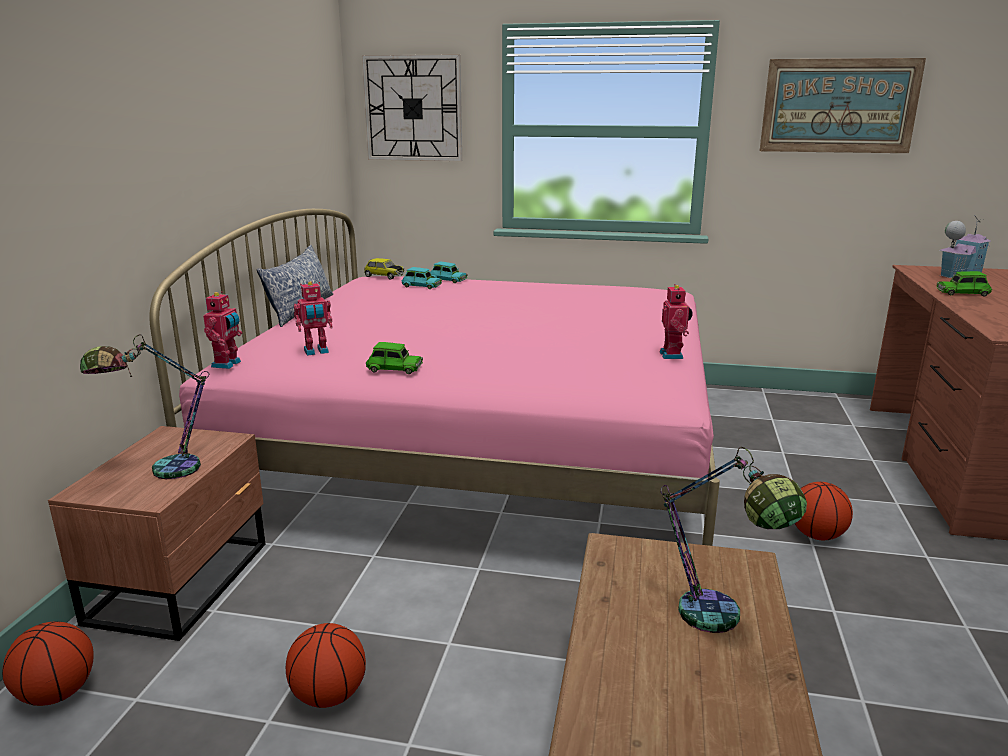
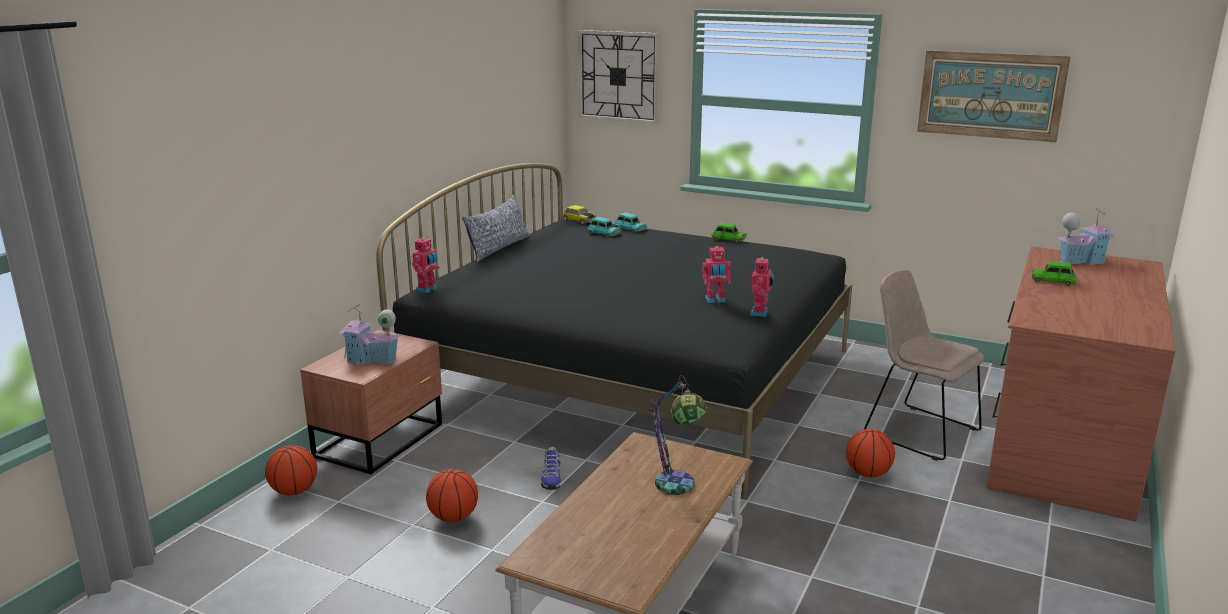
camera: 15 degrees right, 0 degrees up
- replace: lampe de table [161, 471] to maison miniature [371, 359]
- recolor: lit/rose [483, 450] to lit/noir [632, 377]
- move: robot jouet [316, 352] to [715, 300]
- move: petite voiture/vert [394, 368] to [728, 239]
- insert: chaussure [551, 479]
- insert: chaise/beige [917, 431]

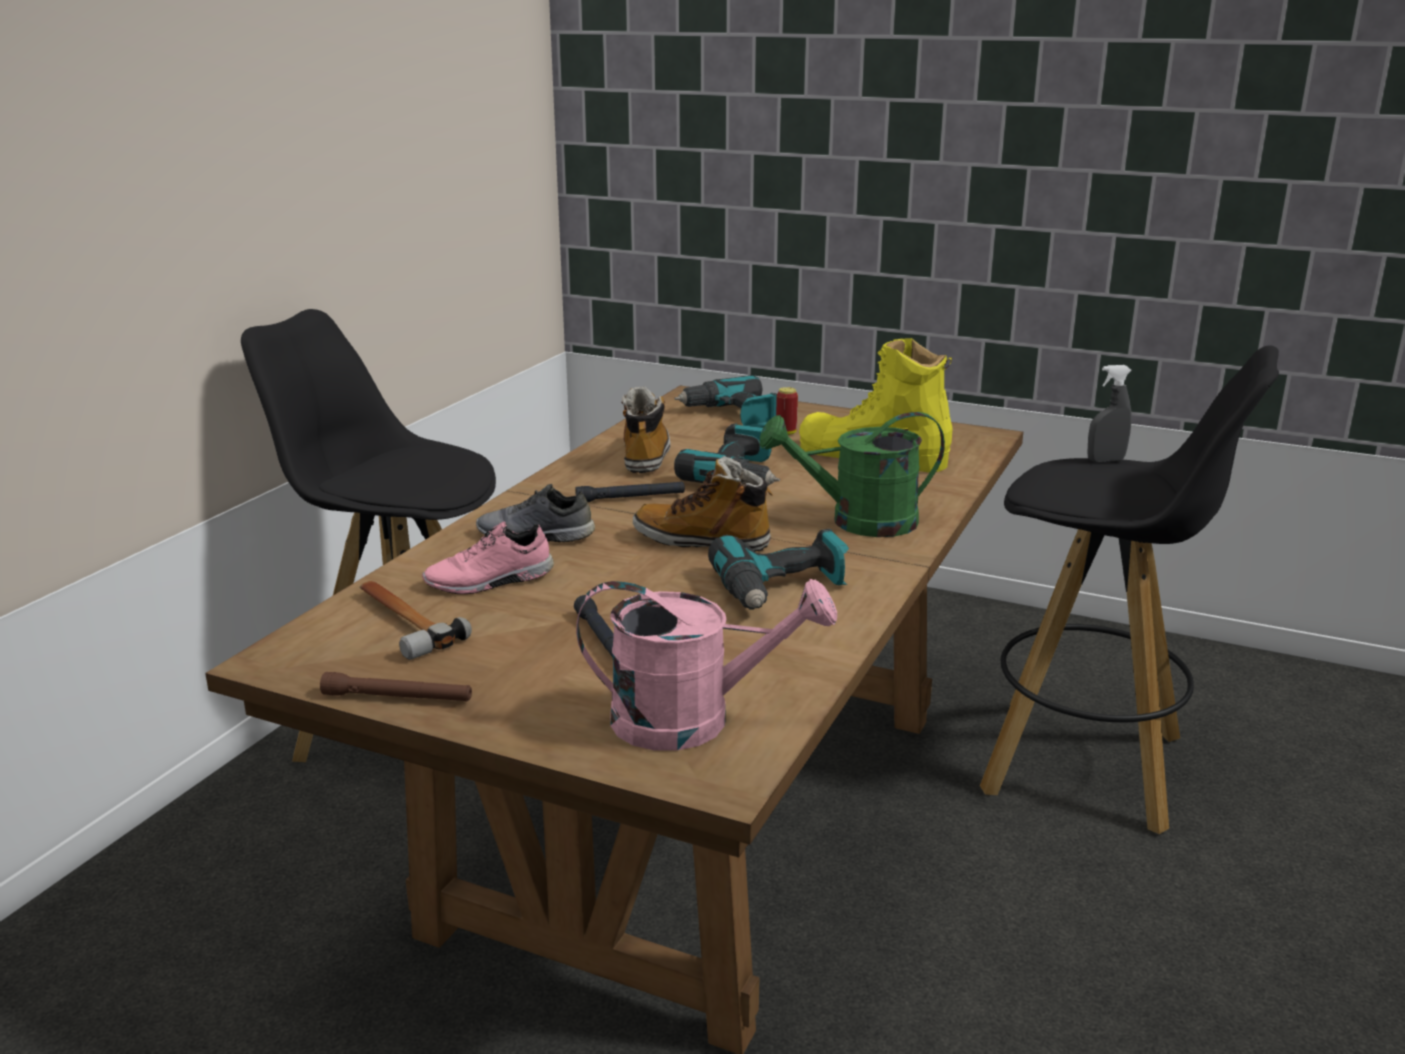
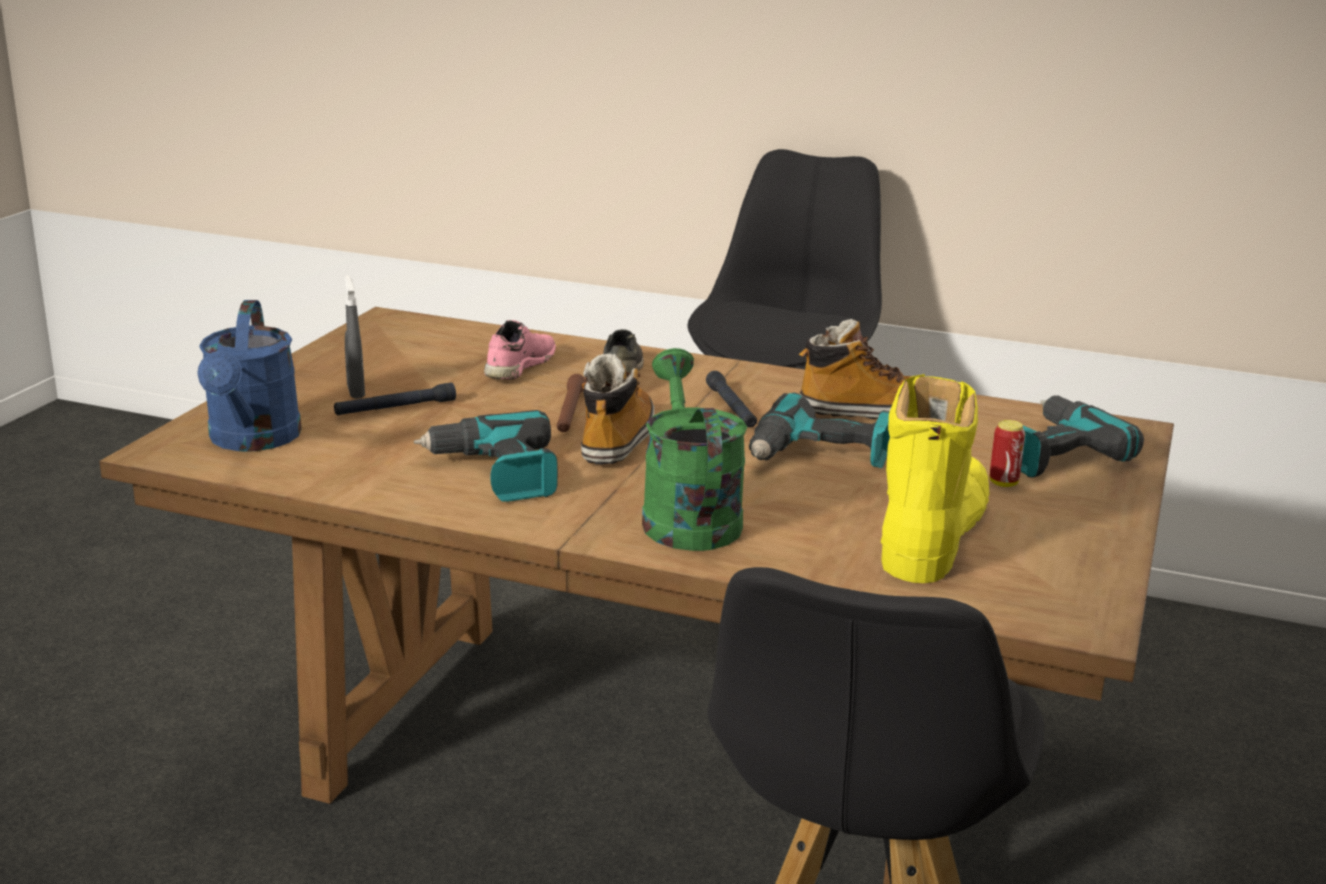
camera: 85 degrees right, 0 degrees up
- move: lampe de poche/marron [397, 698] to [570, 412]
- delete: marteau [402, 622]
- rotate: chaussure/rose [489, 582] = [518, 366] 45 degrees clockwise
- recolor: arrosoir/rose [693, 720] to arrosoir/bleu [252, 441]
- move: vaporisateur/gris [1105, 460] to [356, 392]

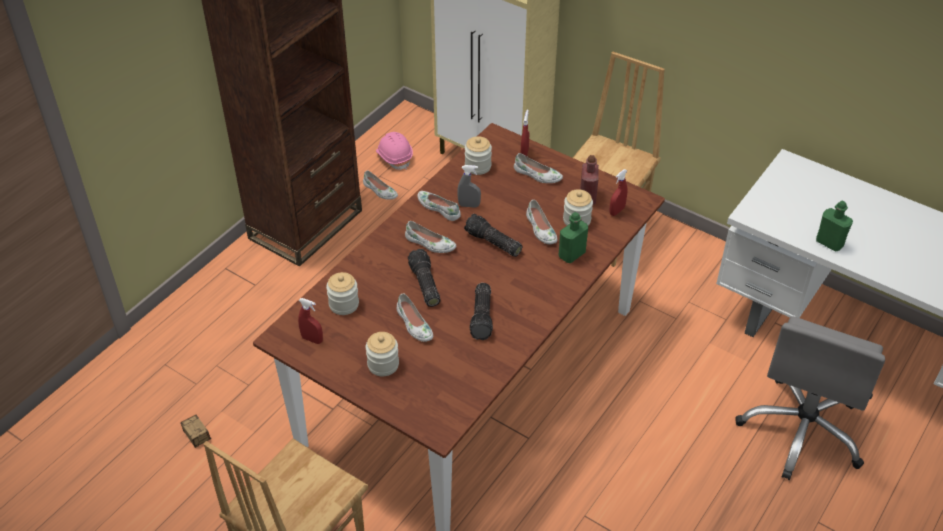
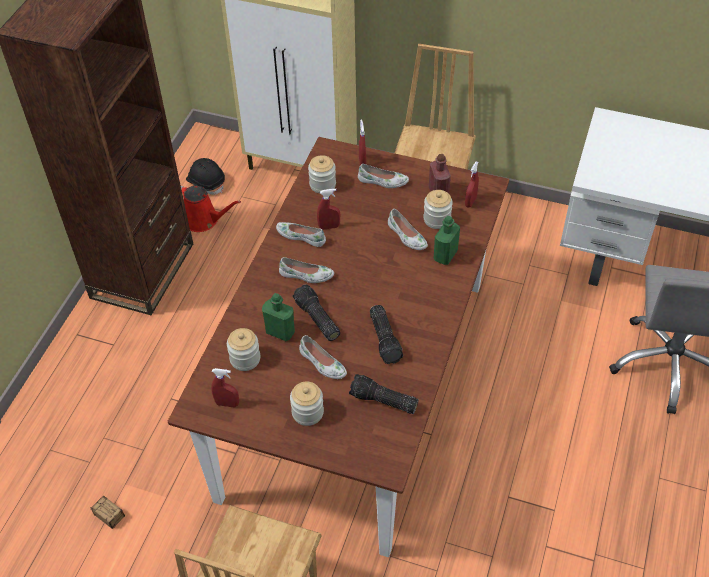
camera: 15 degrees left, 5 degrees up
- replace: chaussure/blanc [380, 191] to arrosoir/rouge [204, 220]
- recolor: casque de chantier/rose [394, 157] to casque de chantier/noir [206, 182]
- recolor: vaporisateur/gris [469, 205] to vaporisateur/rouge [329, 227]
- move: lampe de poche [492, 243] to [382, 401]
- move: bouteille/vert [829, 243] to [280, 332]

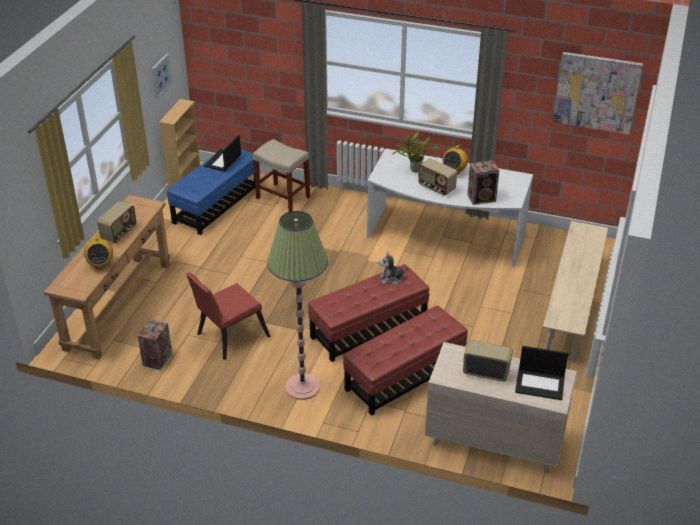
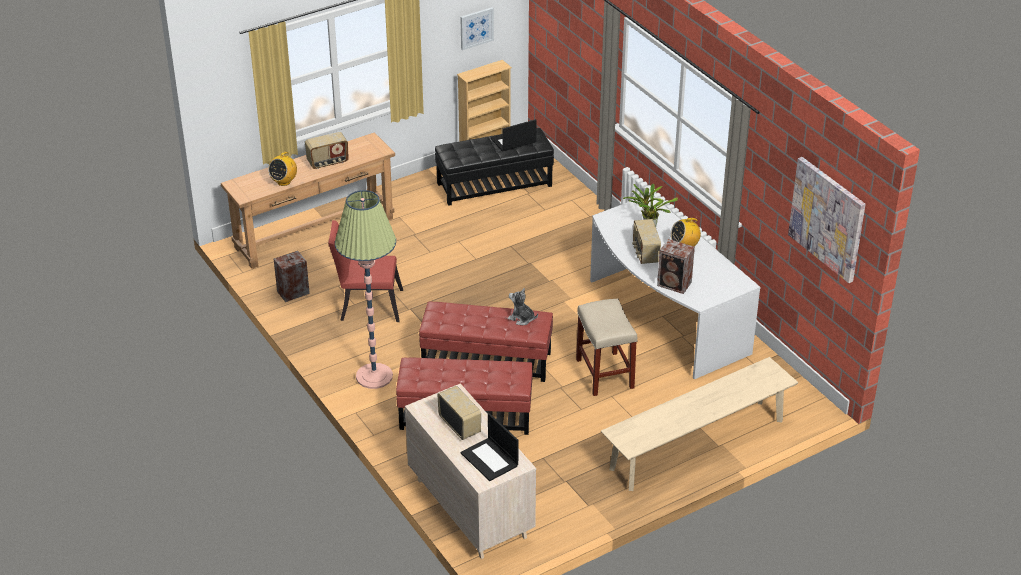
camera: 40 degrees right, 0 degrees up
- recolor: pouf/bleu [217, 205] to pouf/noir [494, 185]
- move: tabouret/beige [282, 197] to [604, 373]

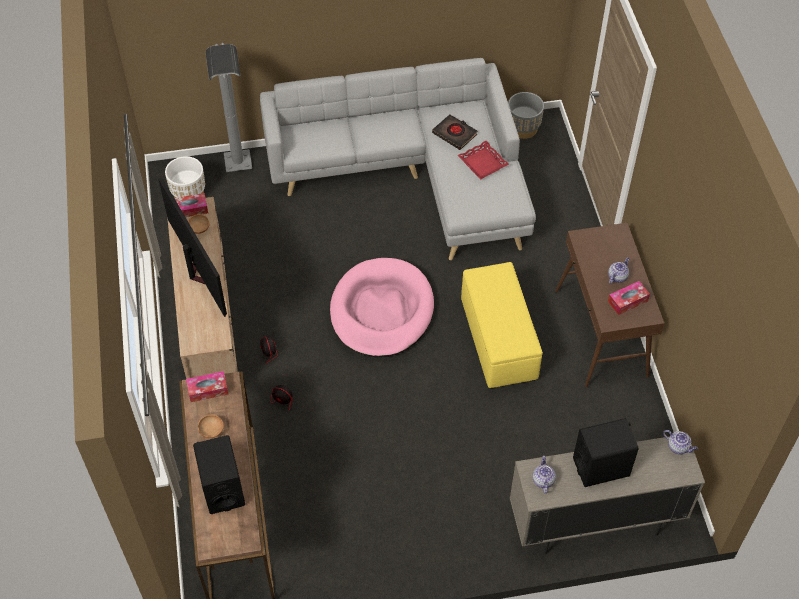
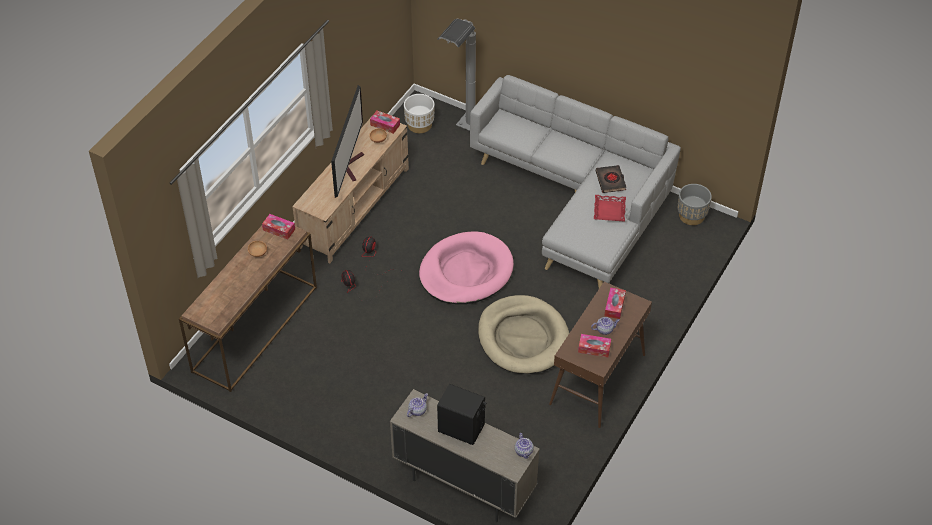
camera: 40 degrees right, 5 degrees down
- delete: enceinte/noir [222, 488]
- replace: pouf/jaune [498, 339] to panier pour chien/beige [523, 338]
- insert: boîte à mouchoirs [614, 306]

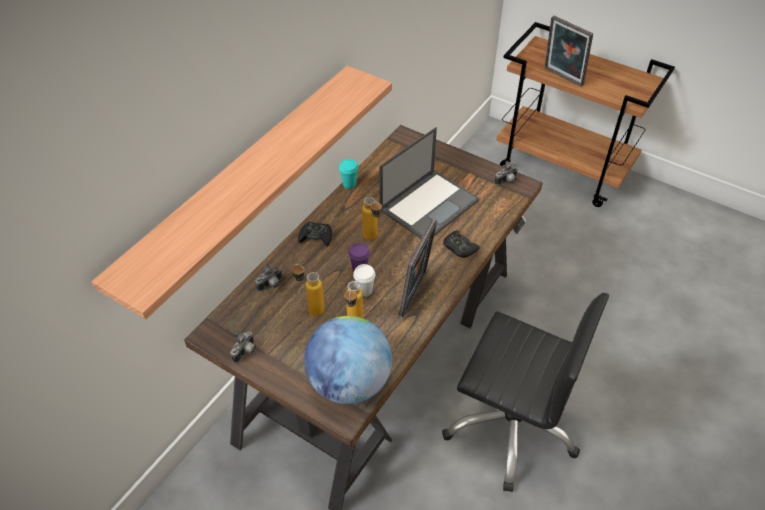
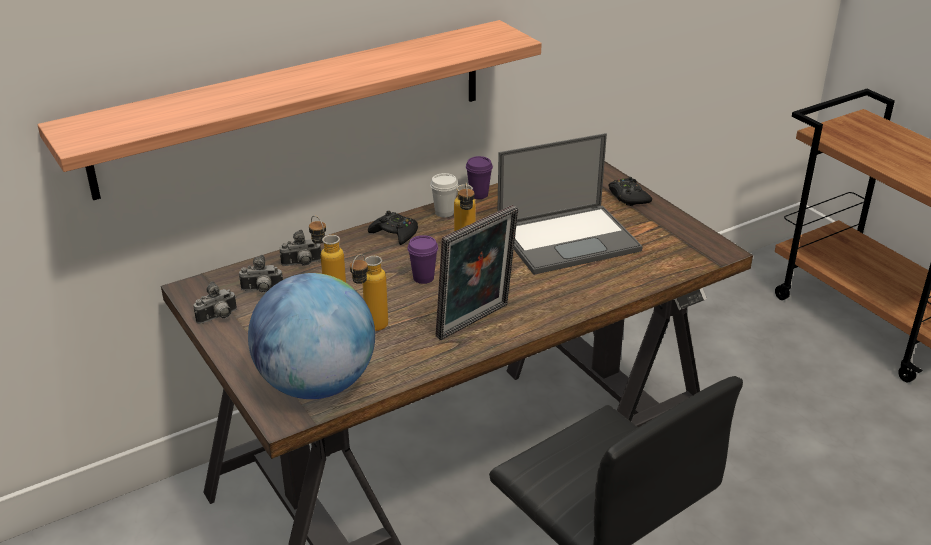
camera: 25 degrees right, 15 degrees down
- recolor: tasse/turquoise [349, 184] to tasse/violet [479, 194]
- move: tasse/blanc [364, 291] to [444, 212]
- move: manette/noir [459, 248] to [628, 197]
- move: appareil photo [506, 182] to [262, 290]
- delete: cadre photo [562, 77]

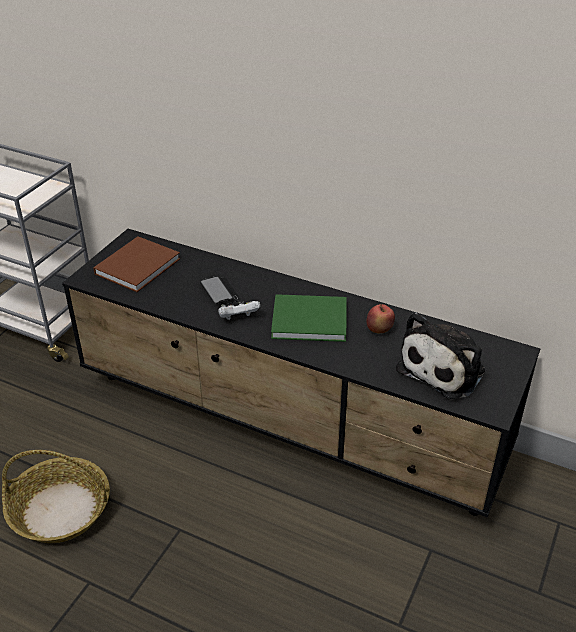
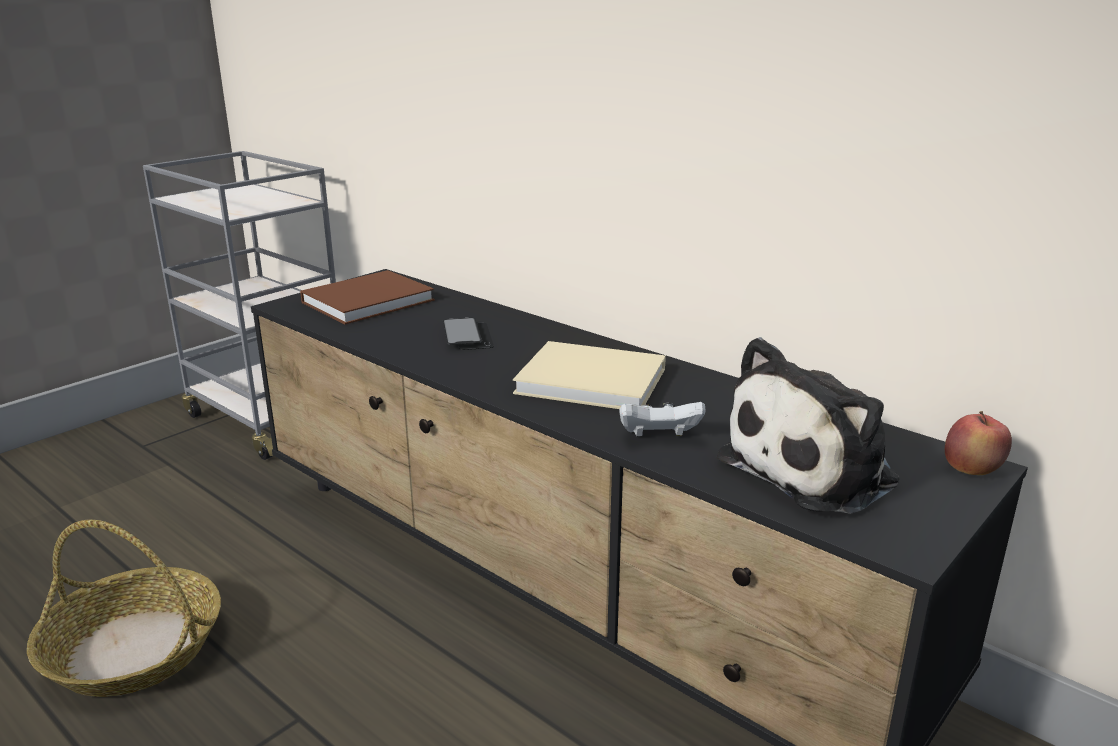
camera: 15 degrees right, 15 degrees down
- move: manette/blanc [238, 318] to [659, 437]
- recolor: livre/vert [312, 321] to livre/beige [595, 382]
- move: pomme [379, 330] to [971, 472]

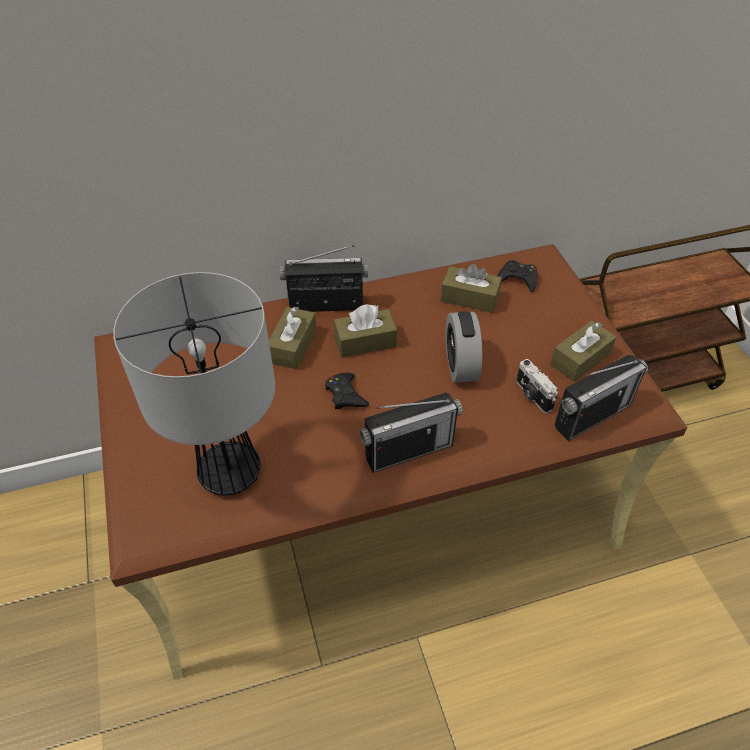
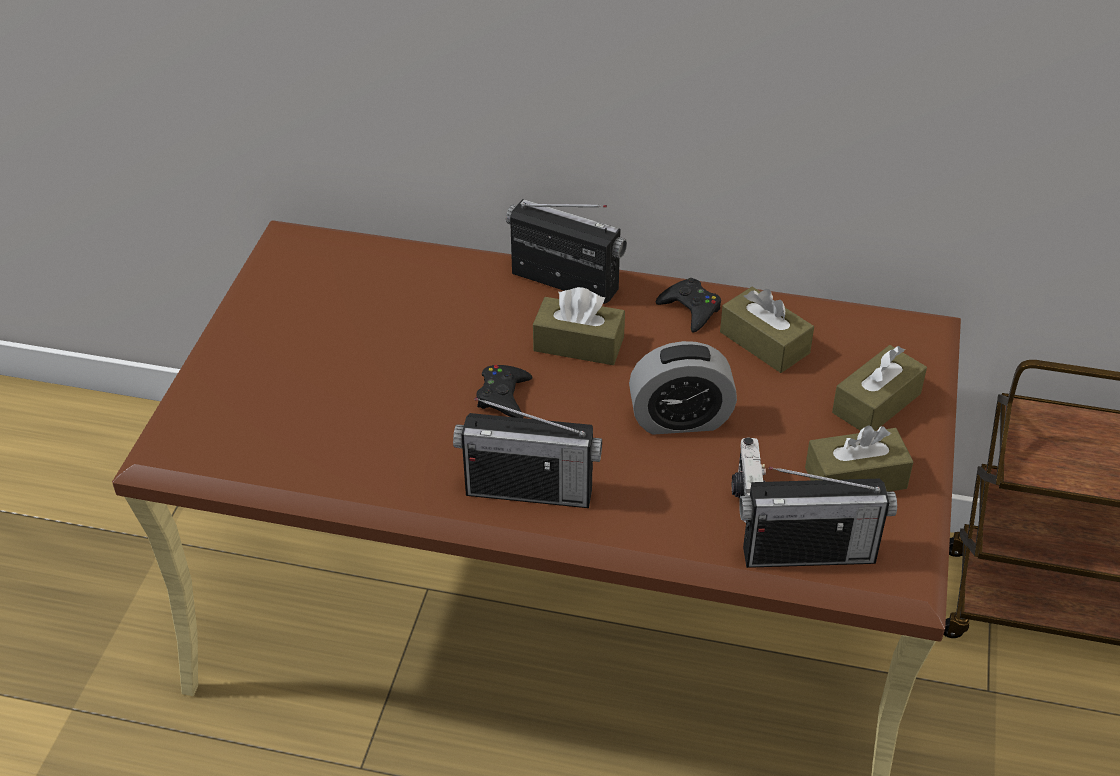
camera: 30 degrees right, 5 degrees down
- delete: lampe de table [229, 474]
- move: boîte à mouchoirs/marron [293, 346] to [876, 403]
- rotate: réveil [460, 365] = [680, 419] 120 degrees counterclockwise
- move: manette/noir [518, 279] to [690, 309]

